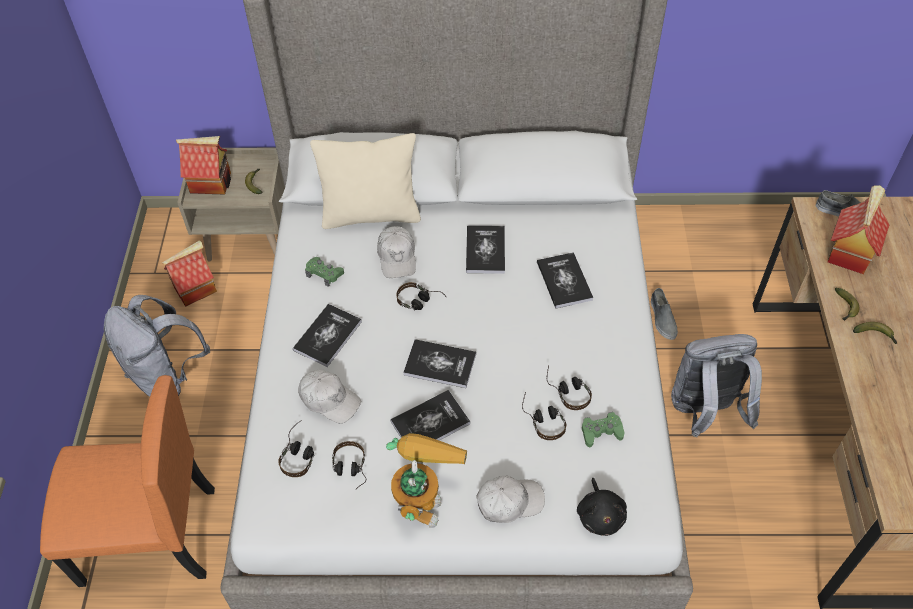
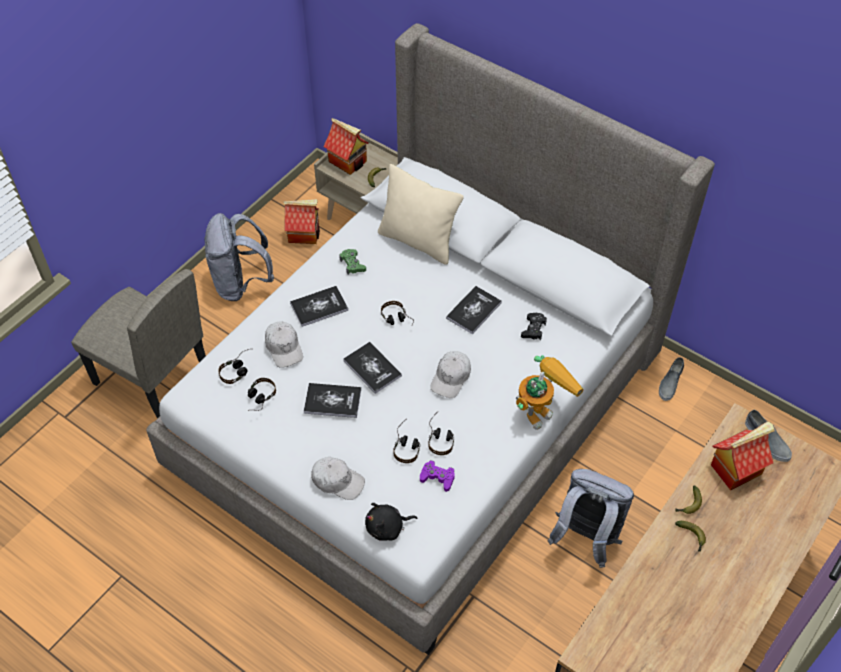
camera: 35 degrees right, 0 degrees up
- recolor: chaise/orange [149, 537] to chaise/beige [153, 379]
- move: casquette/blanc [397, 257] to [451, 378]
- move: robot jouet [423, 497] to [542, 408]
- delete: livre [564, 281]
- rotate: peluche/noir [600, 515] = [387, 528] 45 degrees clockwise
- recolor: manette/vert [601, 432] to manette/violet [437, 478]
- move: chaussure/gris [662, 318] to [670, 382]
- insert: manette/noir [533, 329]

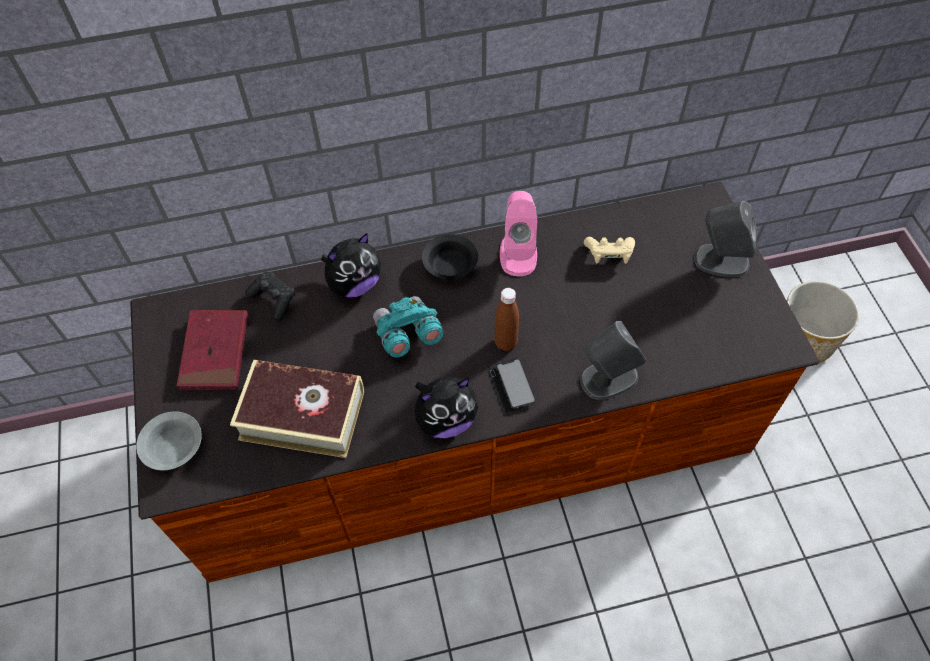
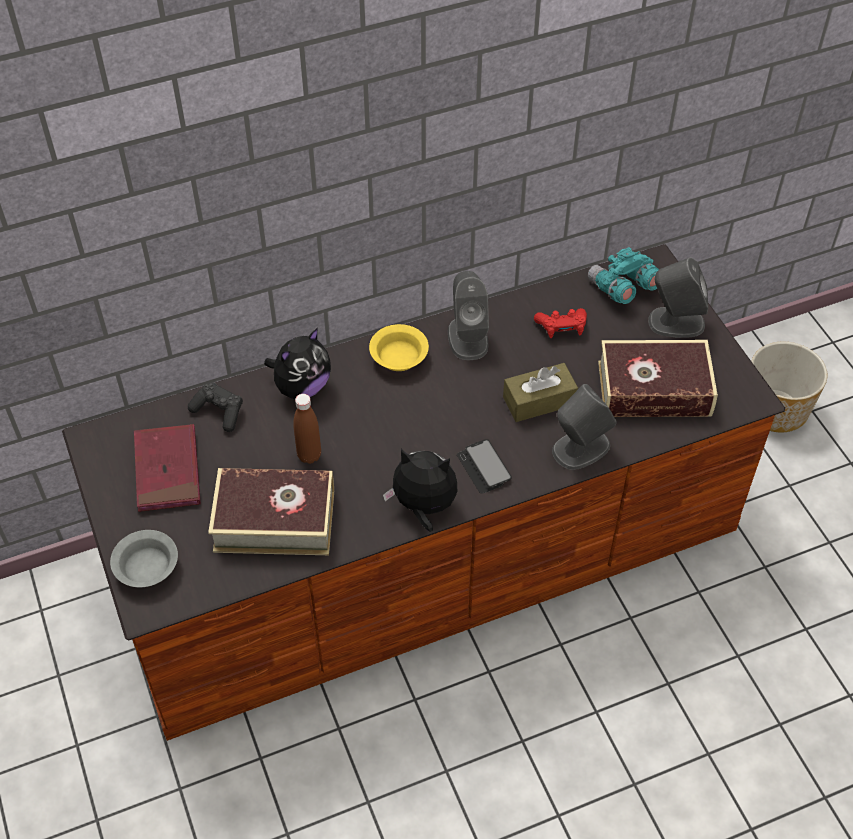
camera: 10 degrees left, 5 degrees down
- move: jumelles/turquoise [407, 335] to [622, 288]
- rotate: peluche [446, 419] = [423, 507] 135 degrees counterclockwise
- recolor: bol/noir [451, 265] to bol/jaune [400, 357]
- move: bouteille/marron [505, 342] to [309, 455]
- recolor: enceinte/rose [518, 253] to enceinte/gris [467, 337]
- recolor: manette/beige [609, 254] to manette/rouge [561, 328]
- insert: boîte à mouchoirs/marron [539, 401]
- insert: livre [654, 389]

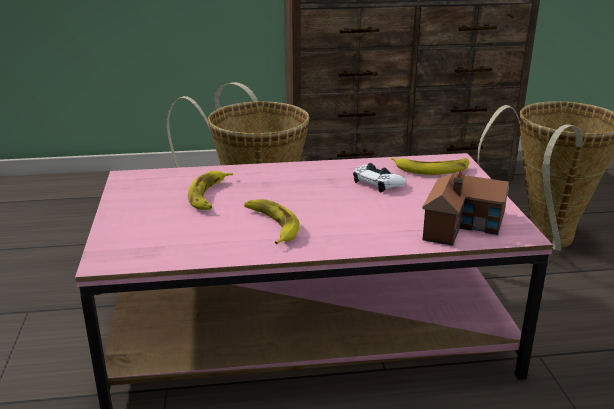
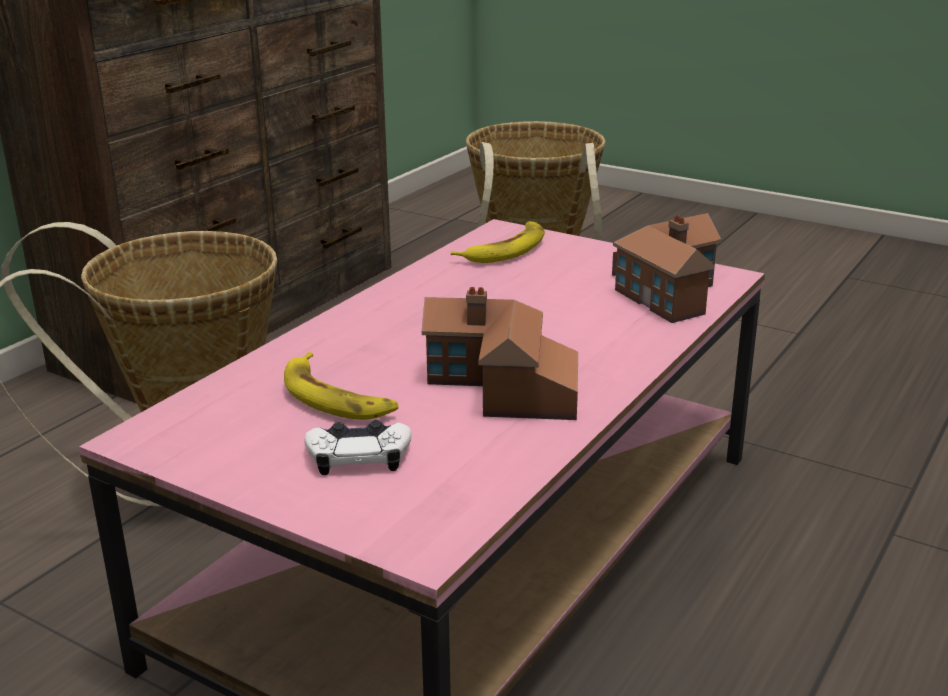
camera: 50 degrees left, 0 degrees up
- replace: banane [271, 225] to maison miniature [502, 388]
- move: manette/blanc [377, 183] to [359, 455]

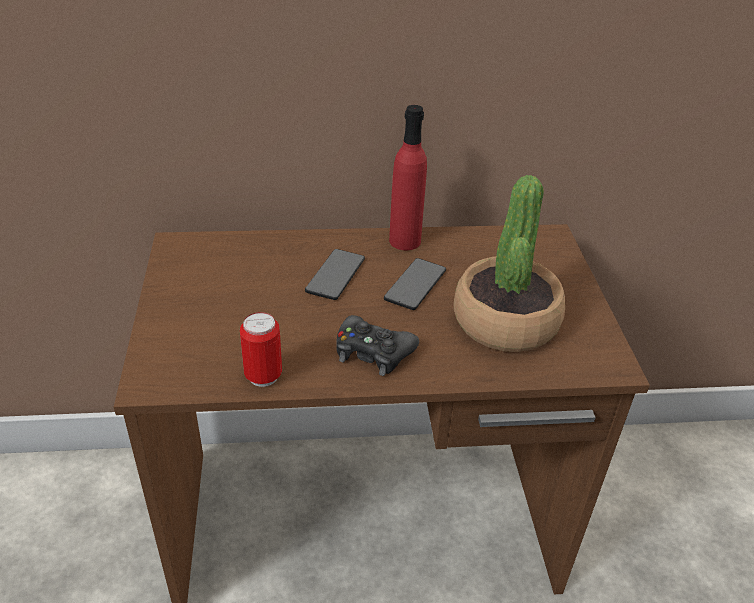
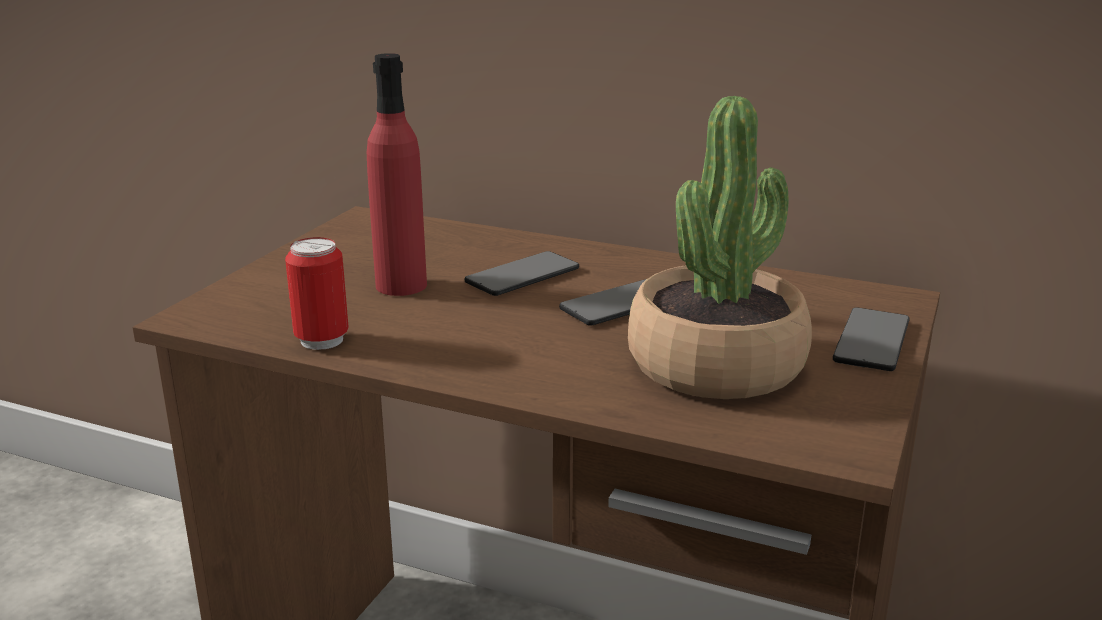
camera: 30 degrees right, 15 degrees down
- delete: manette/noir [373, 352]
- move: bouteille/rouge [404, 241] to [401, 285]
- insert: téléphone [871, 341]

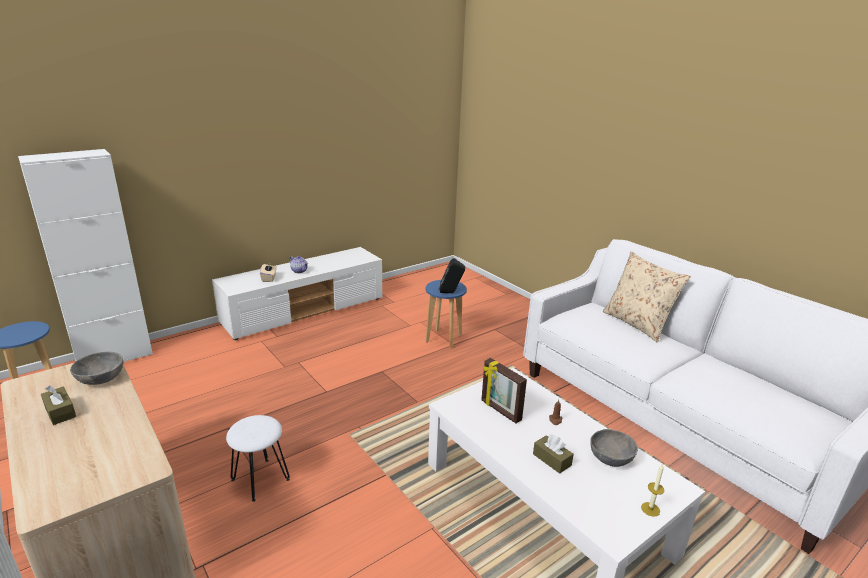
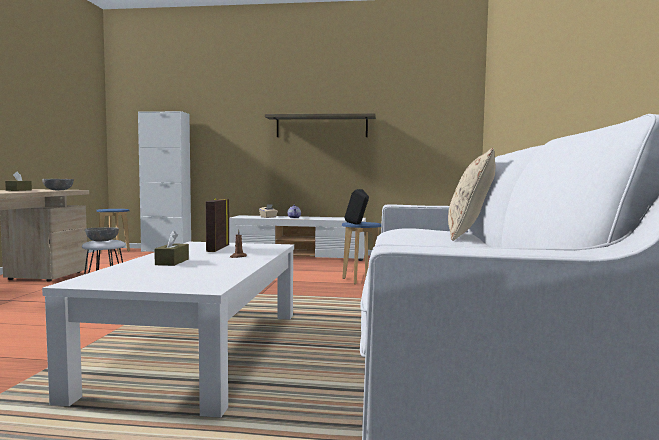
camera: 45 degrees right, 20 degrees down
- move: bol/gris [611, 458] to [102, 241]
- delete: bougie [650, 509]
- insert: étagère [321, 126]

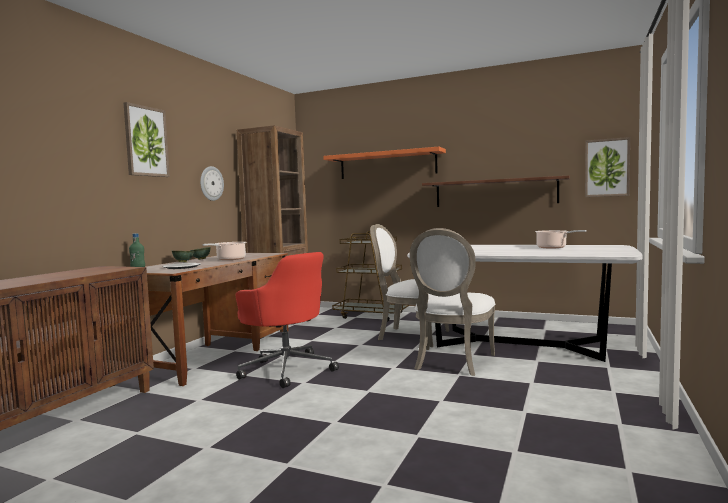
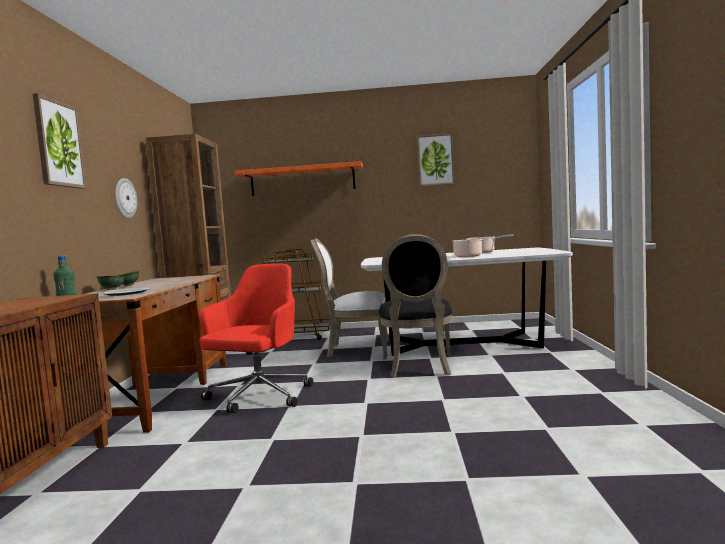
camera: 20 degrees left, 0 degrees up
- move: marmite [229, 259] to [468, 256]
- rotate: chaise de bureau/rouge [287, 369] = [258, 396] 90 degrees counterclockwise
- recolor: chaise/blanc [451, 362] to chaise/noir [418, 367]
- delete: étagère/marron [495, 192]
- move: tableau [607, 168] to [435, 160]

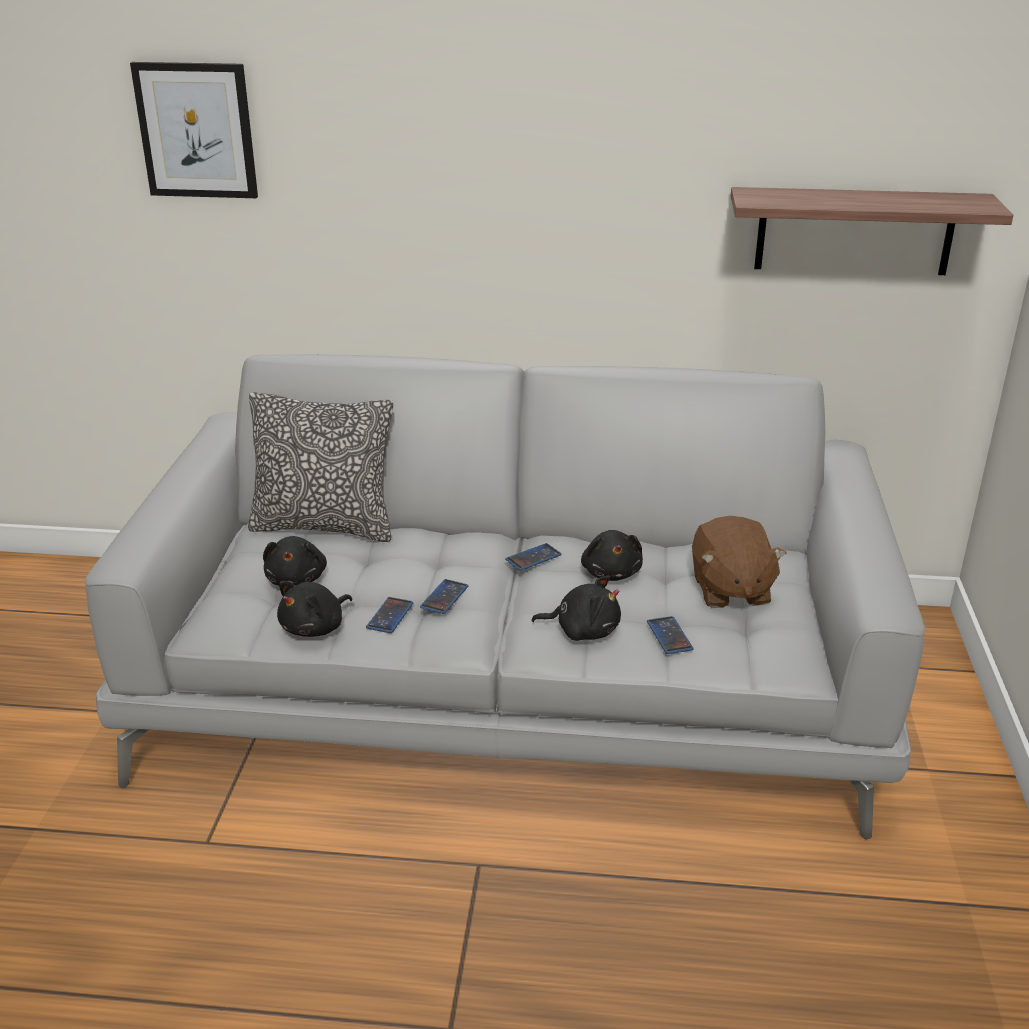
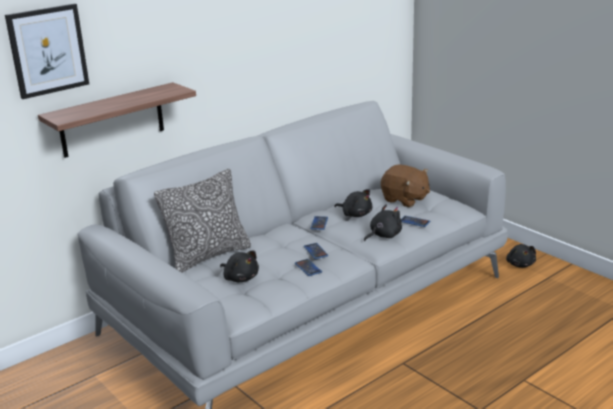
camera: 45 degrees left, 5 degrees down
- move: peluche/noir [315, 628] to [520, 264]
- move: étagère [854, 231] to [112, 120]

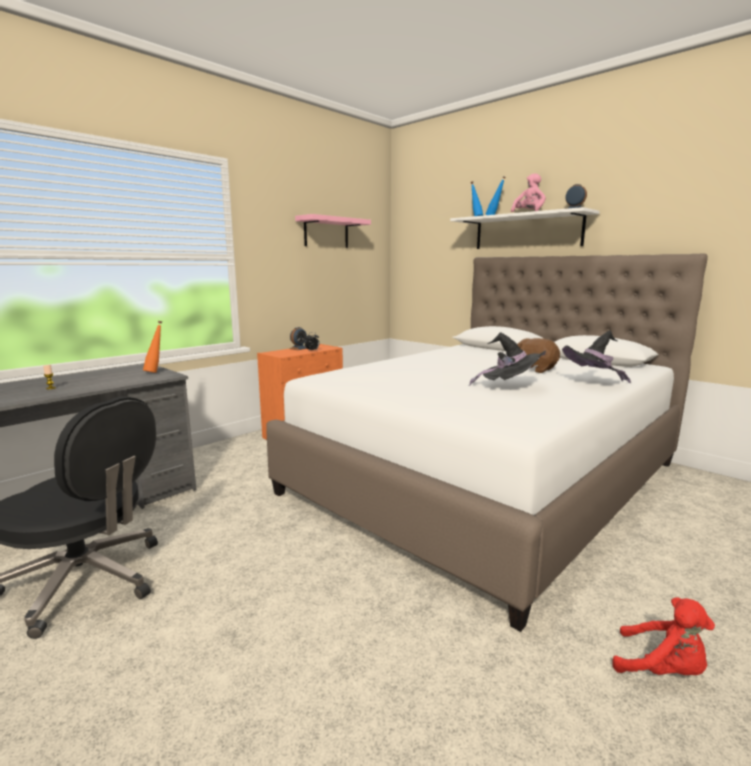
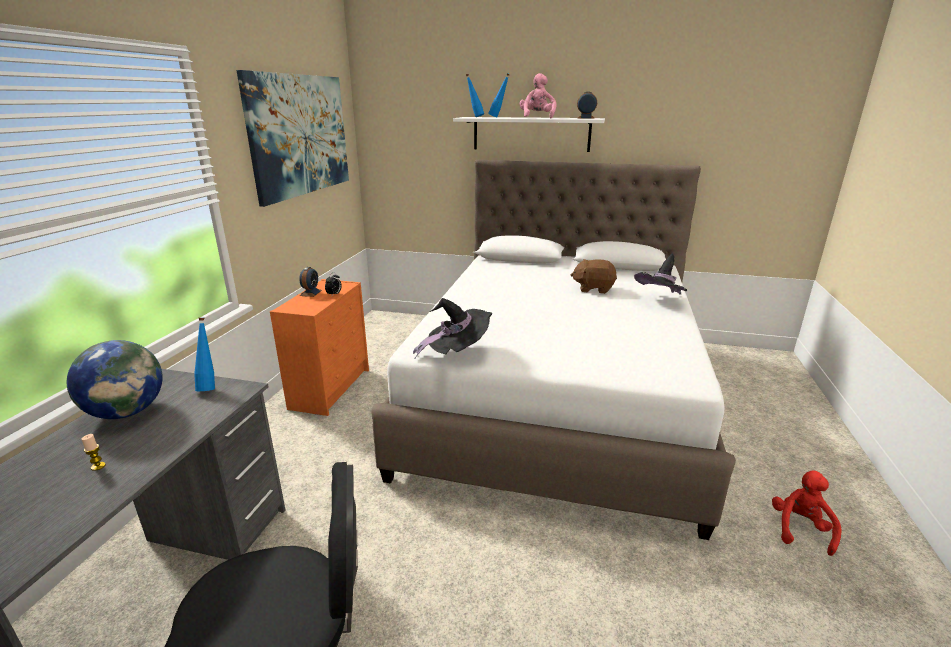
camera: 30 degrees left, 10 degrees up
- recolor: bouteille/orange [156, 372] to bouteille/bleu [209, 387]
- replace: étagère/rose [326, 233] to tableau [300, 135]
- move: chapeau/noir [510, 388] to [457, 352]
- rotate: peluche/rouge [661, 669] = [800, 529] 75 degrees counterclockwise
- insert: globe [127, 412]

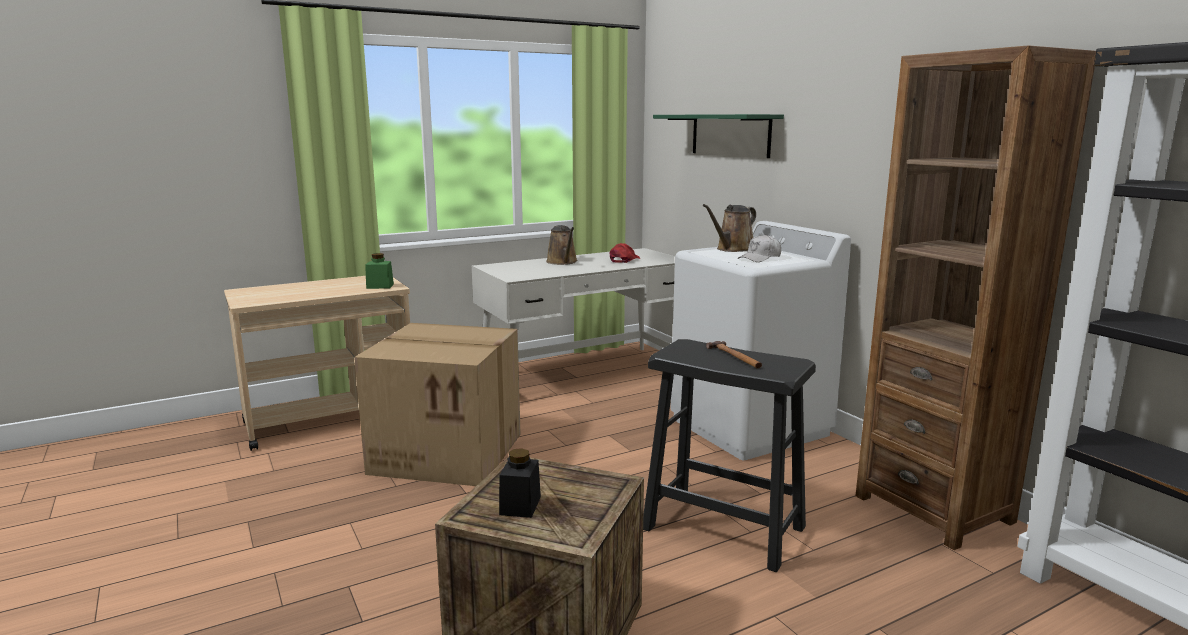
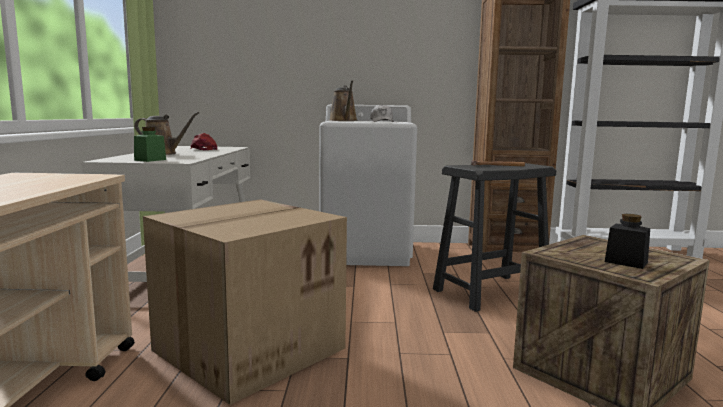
camera: 60 degrees left, 5 degrees down
- move: bocal/vert [380, 286] to [150, 160]
- delete: étagère/vert [730, 135]

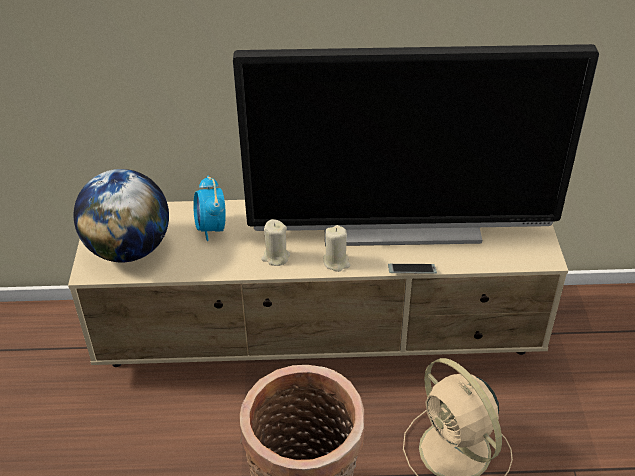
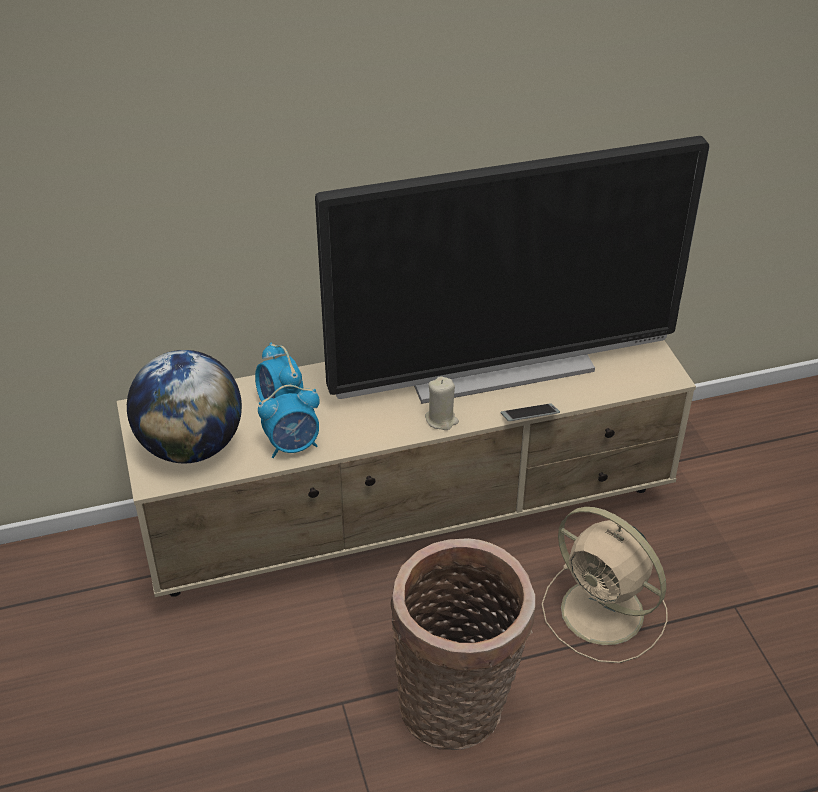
camera: 15 degrees left, 0 degrees up
- delete: bougie/beige [276, 257]
- insert: réveil [293, 446]

